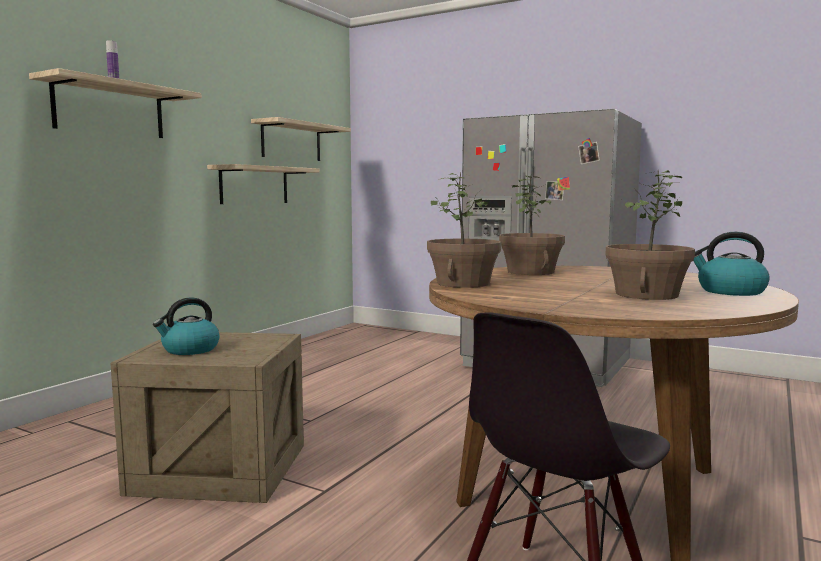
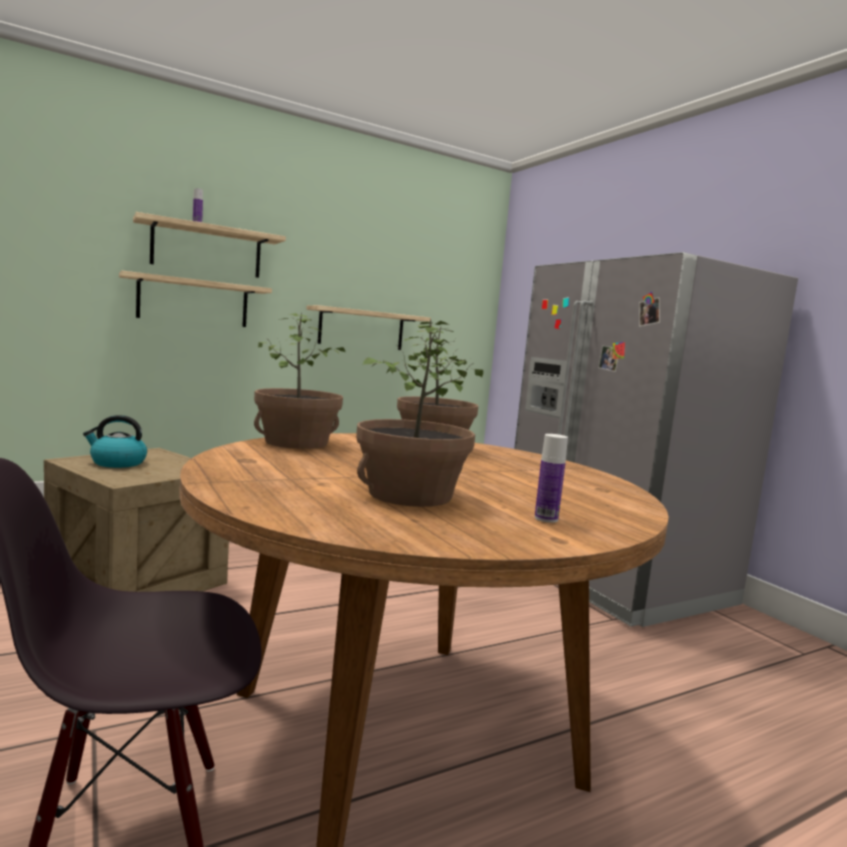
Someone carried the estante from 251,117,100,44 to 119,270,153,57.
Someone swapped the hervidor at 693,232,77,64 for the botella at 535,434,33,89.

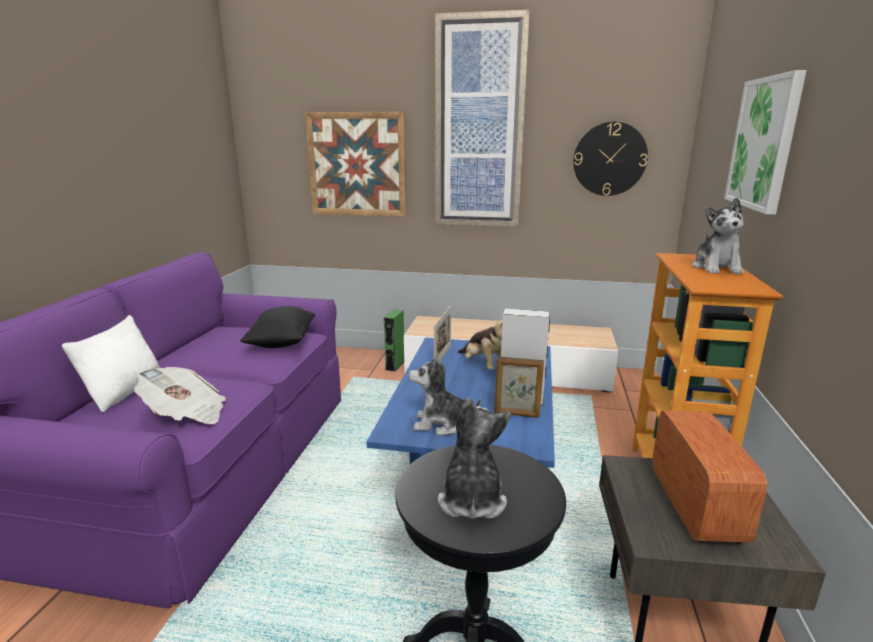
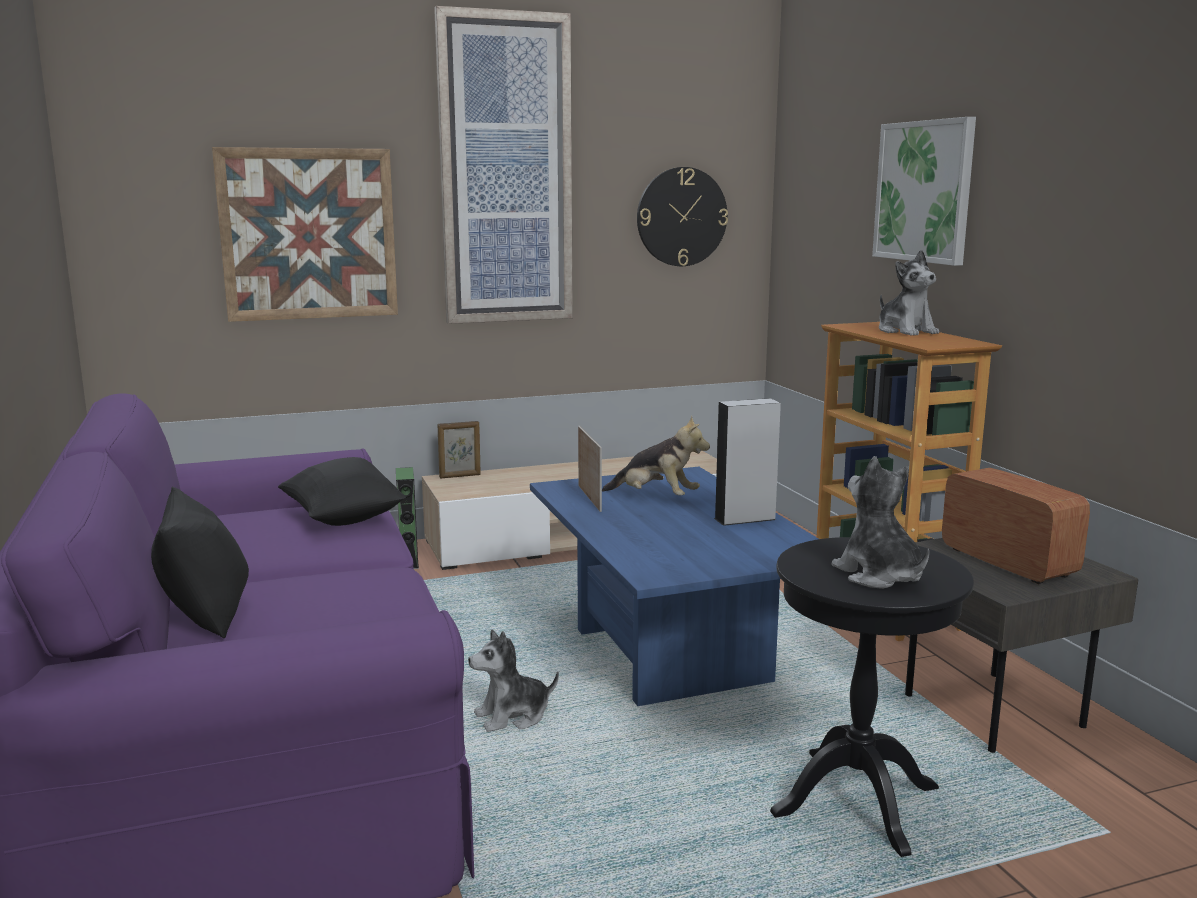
Someone took away the periódico at 134,367,92,57.
Someone carried the peluche from 409,355,72,81 to 468,629,91,103.
Someone carried the portarretratos from 494,356,50,62 to 437,421,44,58.
Someone repainted the cojín (blanco) at 62,315,98,97, which became the cojín (negro) at 151,487,98,151.

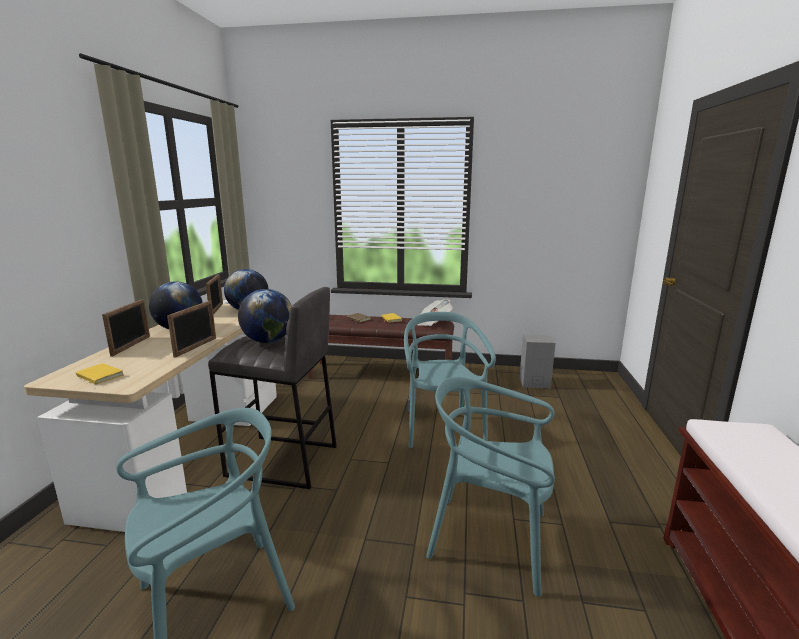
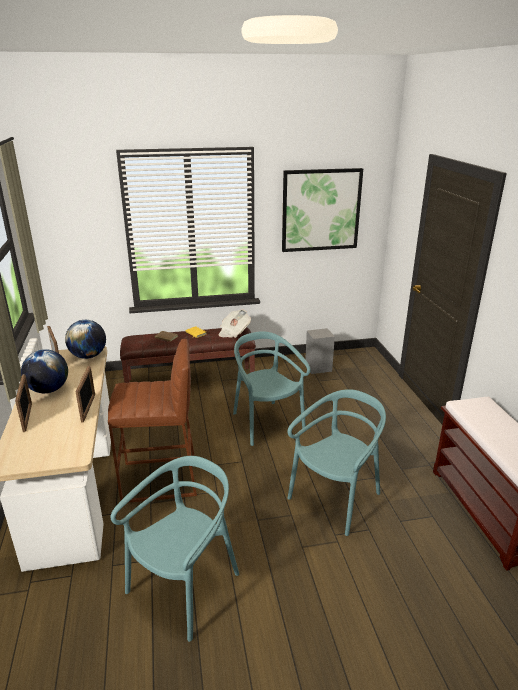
Someone took away the libro (amarillo) at 75,363,49,22.
Someone took away the globo terráqueo at 238,289,54,54.
Someone put up the cuadro at 282,168,81,84.
Someone repainted the taburete (gris) at 208,287,129,202, which became the taburete (marrón) at 108,339,89,164.
Someone rotated the silla (turquesa) at 426,377,129,220 by 135 degrees clockwise.

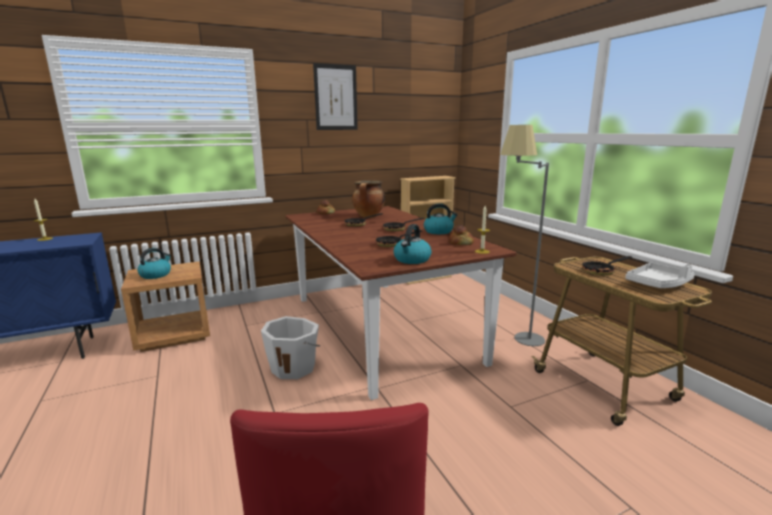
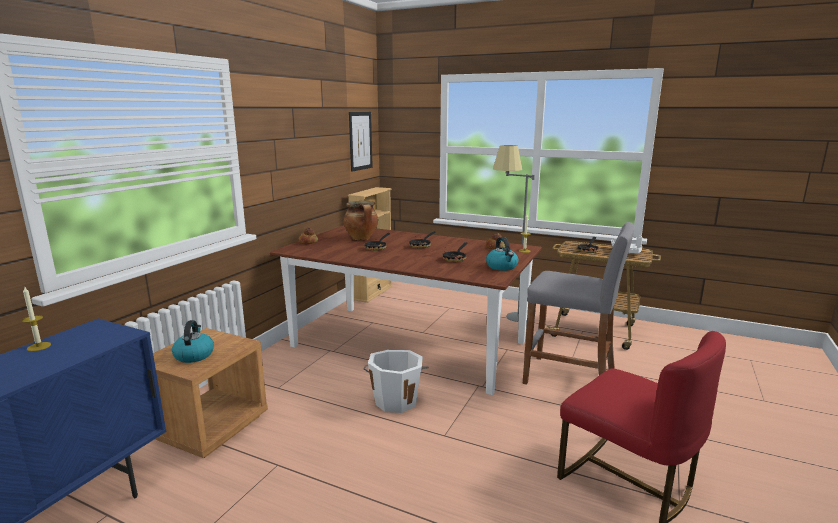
Someone took away the hervidor at 424,203,34,31.
Someone put down the taburete (gris) at 523,222,111,163.
Someone carried the cuadro from 313,63,45,67 to 349,112,24,60.

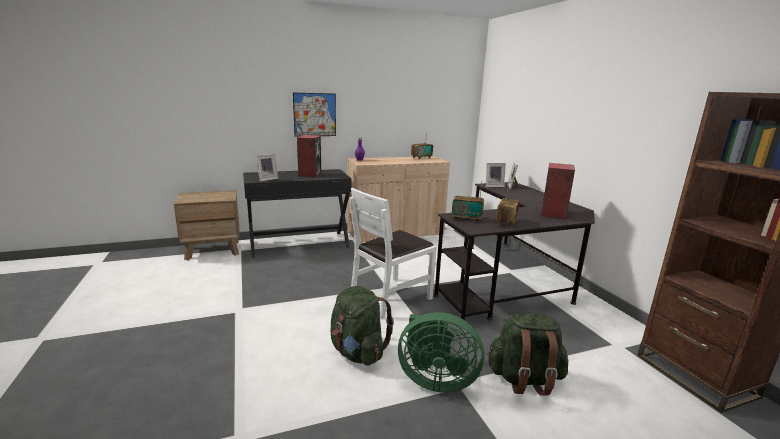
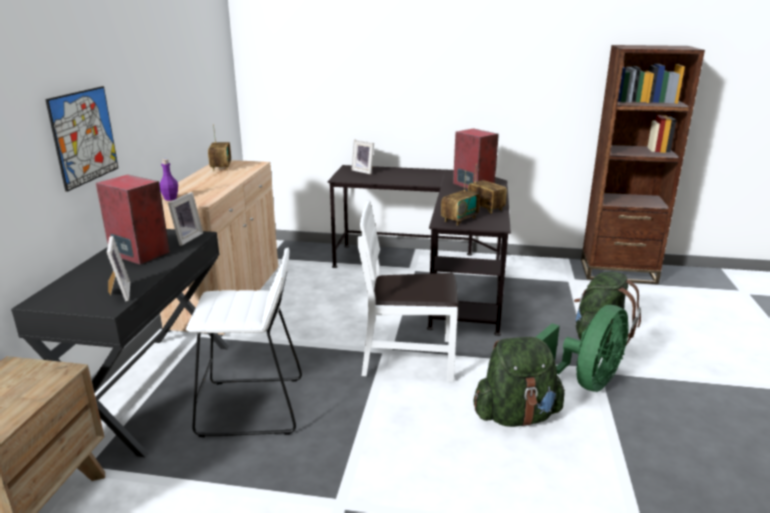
Someone put down the taburete (blanco) at 186,248,116,189.
Someone carried the portarretratos from 486,163,20,24 to 168,192,35,54.
Someone rotated the silla (blanco) at 349,188,87,131 by 105 degrees clockwise.

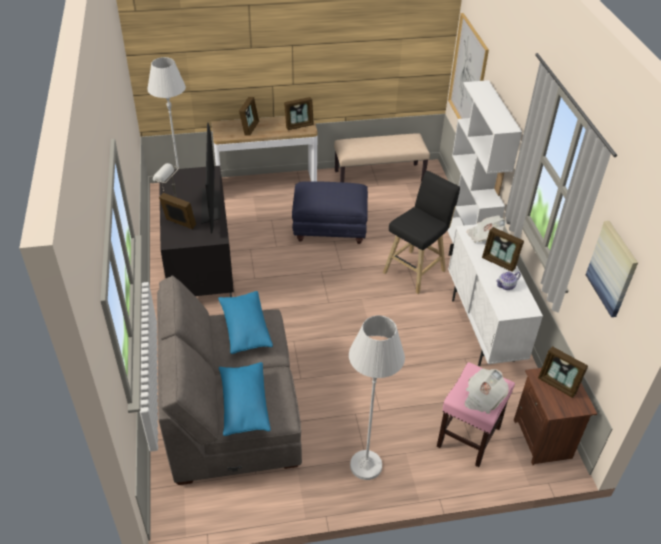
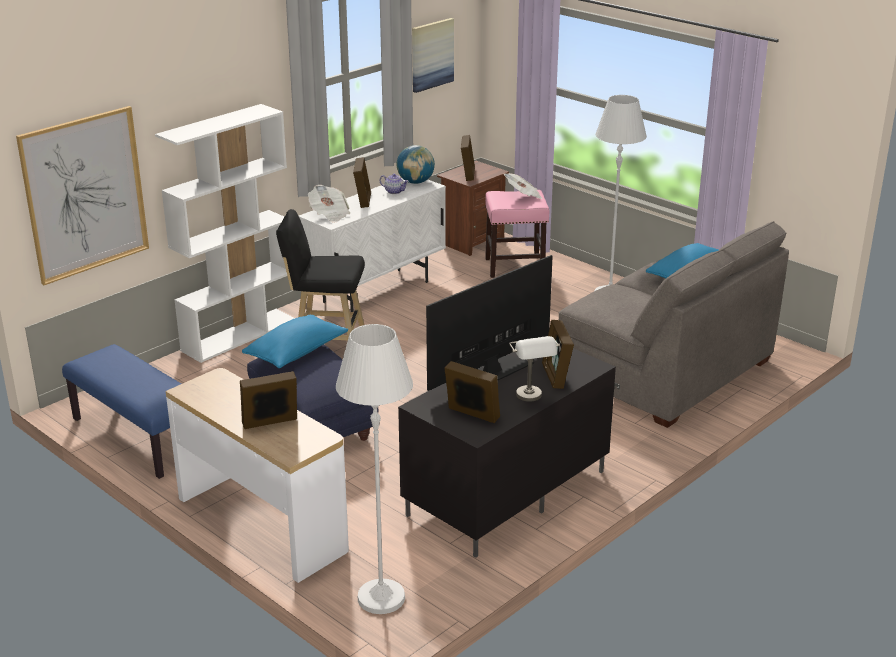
Someone put down the globo terráqueo at 396,145,39,39.
Someone carried the cojín (azul) from 218,291,55,63 to 242,315,106,53.
Someone carried the portarretratos from 284,97,30,33 to 444,361,56,62.
Someone repainted the banco (beis) at 334,133,96,49, which became the banco (azul) at 62,344,119,135.

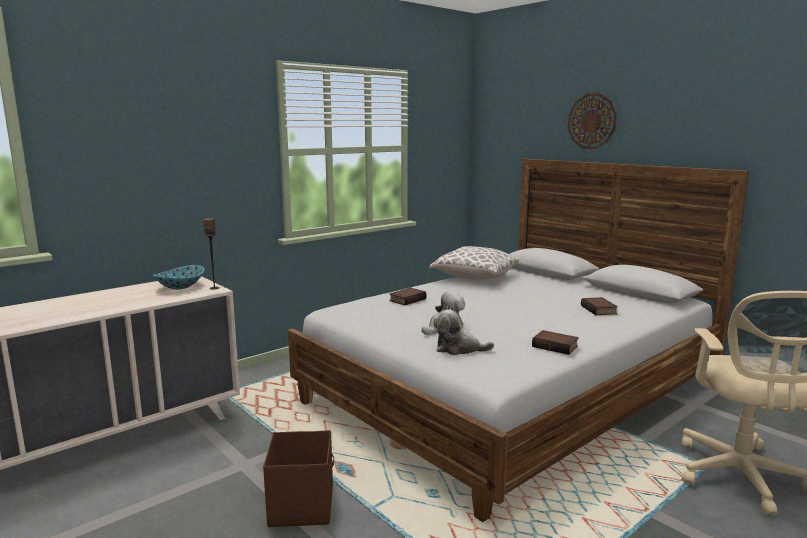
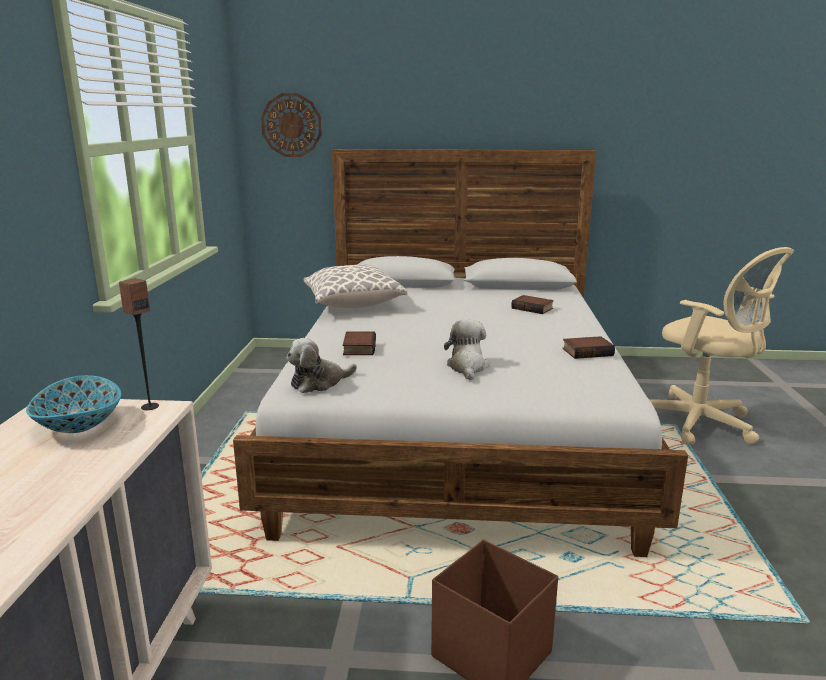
Someone carried the peluche from 433,309,61,46 to 286,338,71,55.
Someone carried the reloj de pared from 568,93,49,56 to 261,93,61,64.

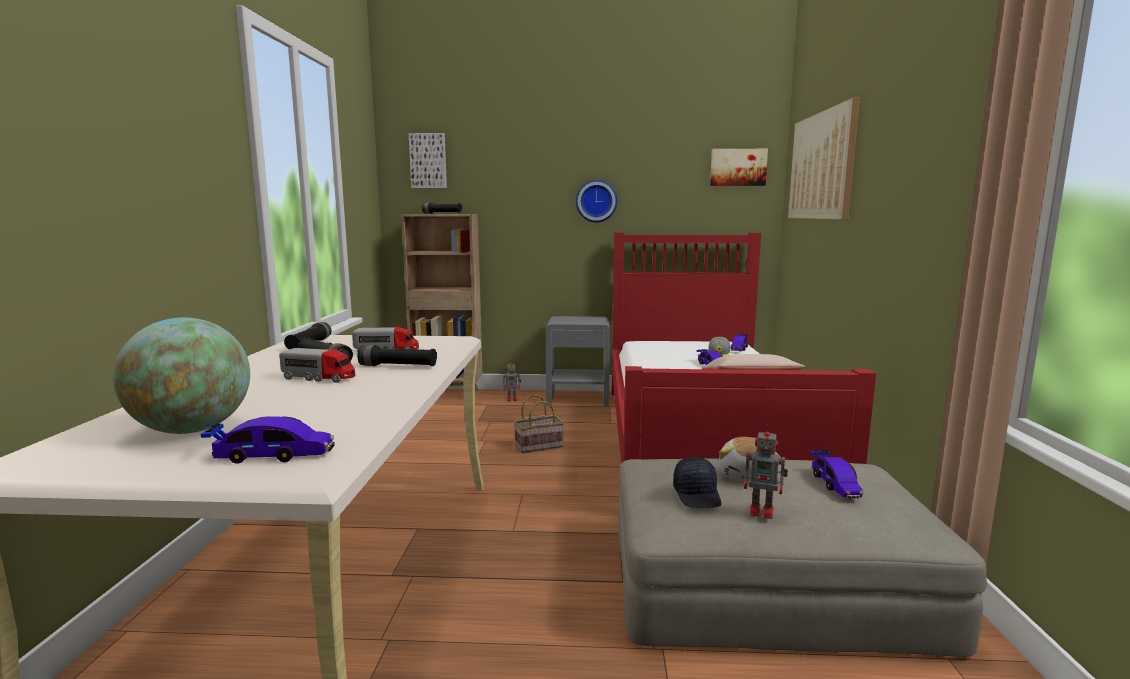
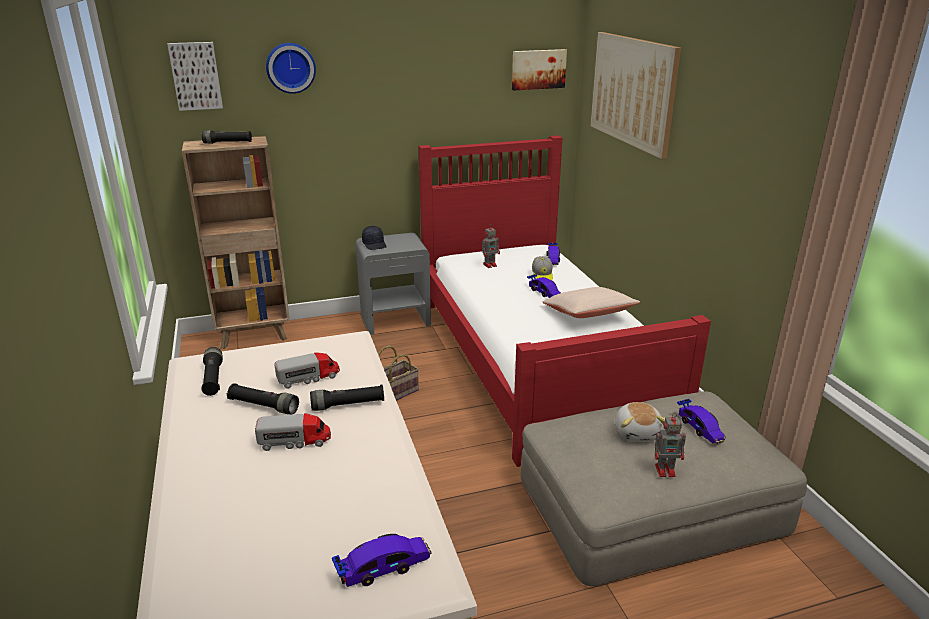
Someone took away the globo terráqueo at 113,317,137,117.
Someone carried the robot de juguete from 503,360,18,41 to 482,225,18,43.
Someone carried the reloj de pared from 576,180,41,42 to 266,43,50,51.
Someone carried the gorra (negro) from 673,457,48,51 to 362,226,25,24.

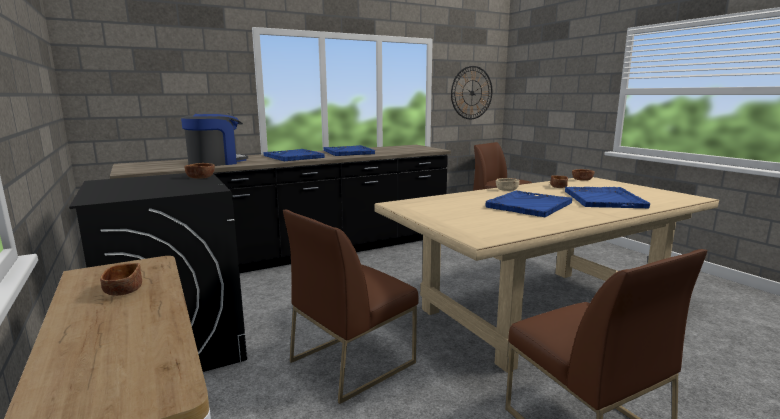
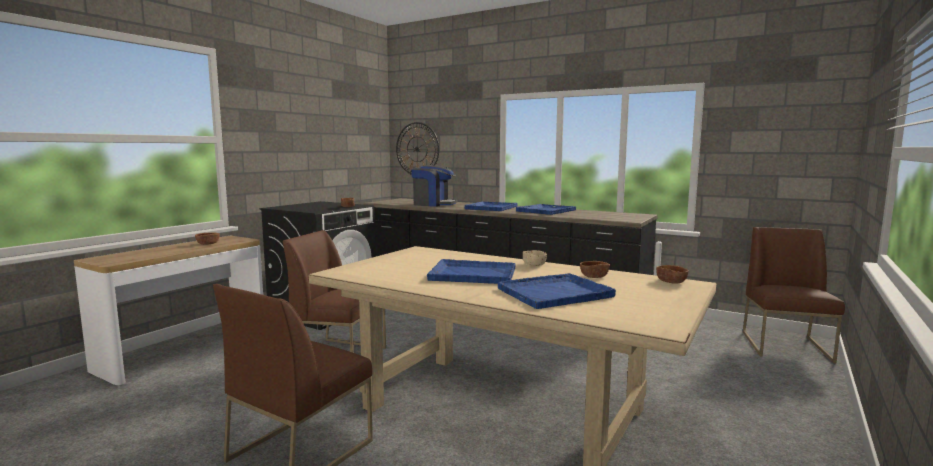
Someone carried the reloj de pared from 451,66,41,53 to 396,122,43,53.

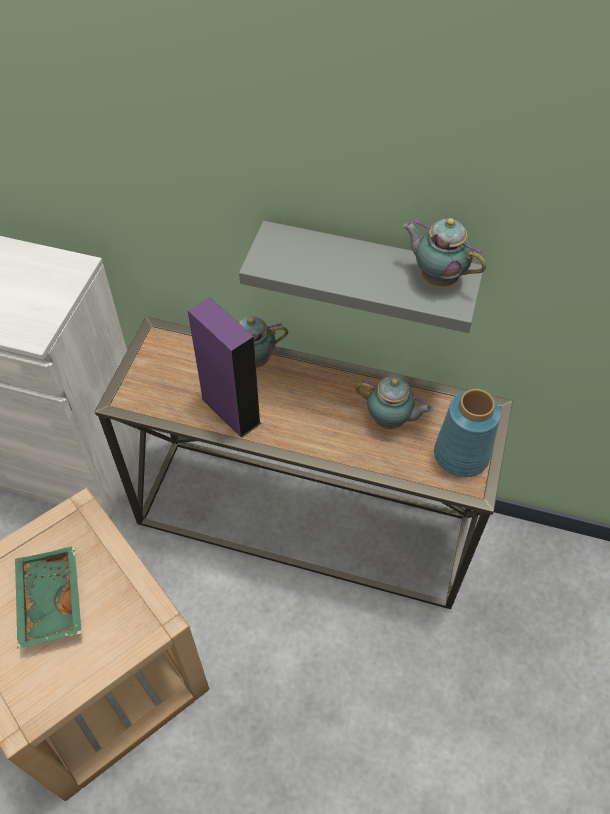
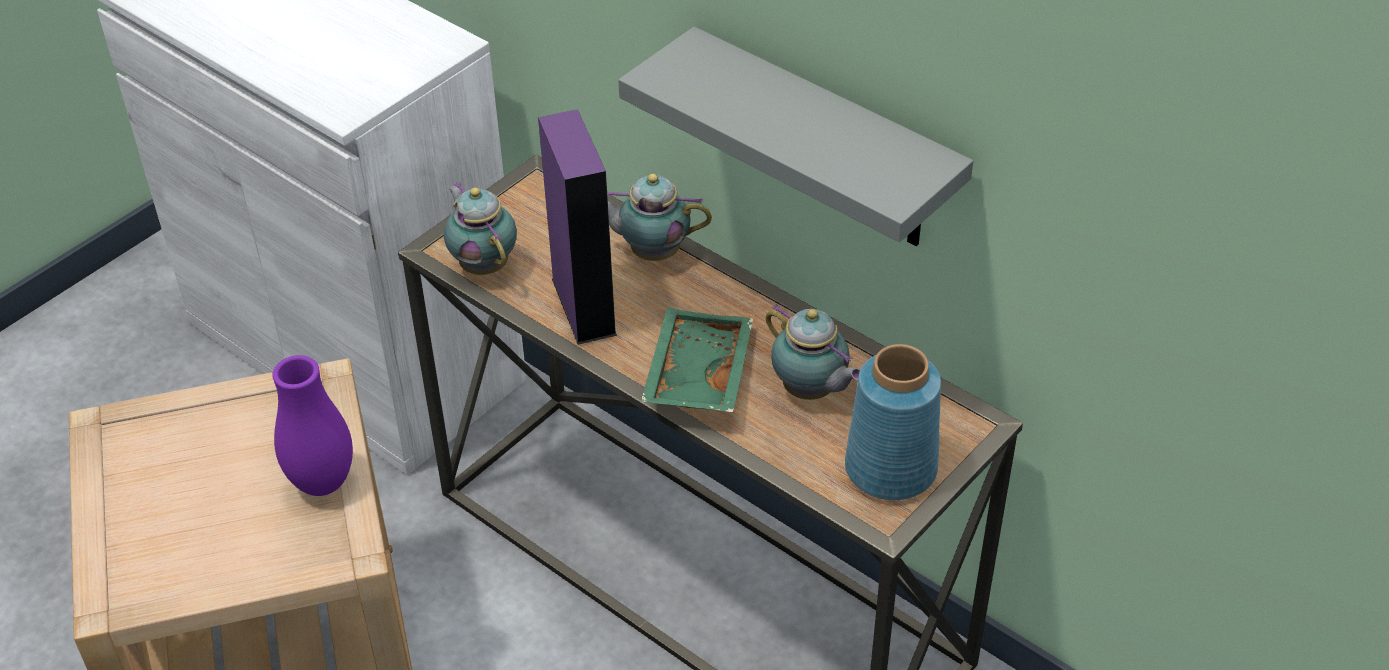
Someone put down the florero (morado) at 272,355,81,141.
Someone carried the bandeja (verde) from 15,546,67,103 to 641,308,112,104.
Someone carried the tetera from 403,218,83,68 to 444,182,73,93.

